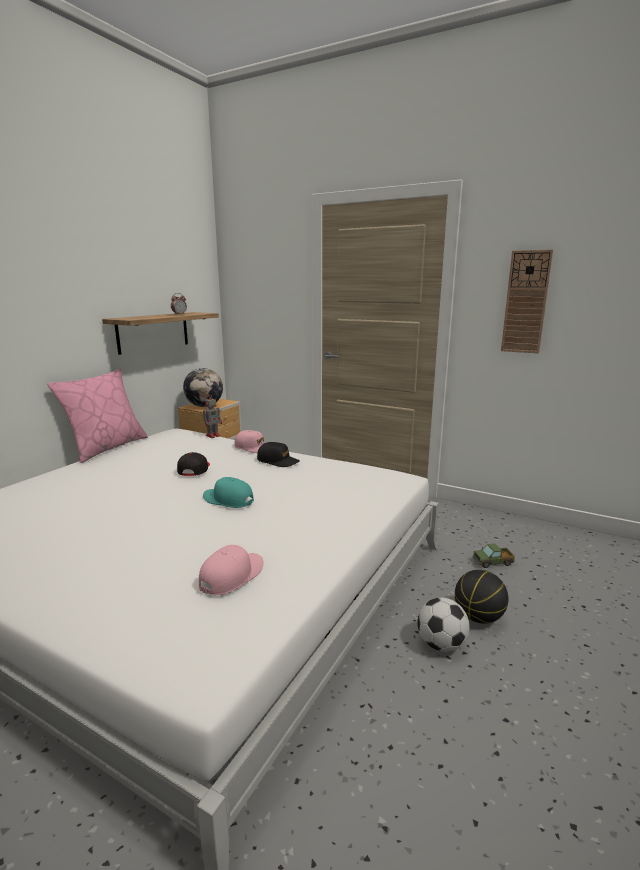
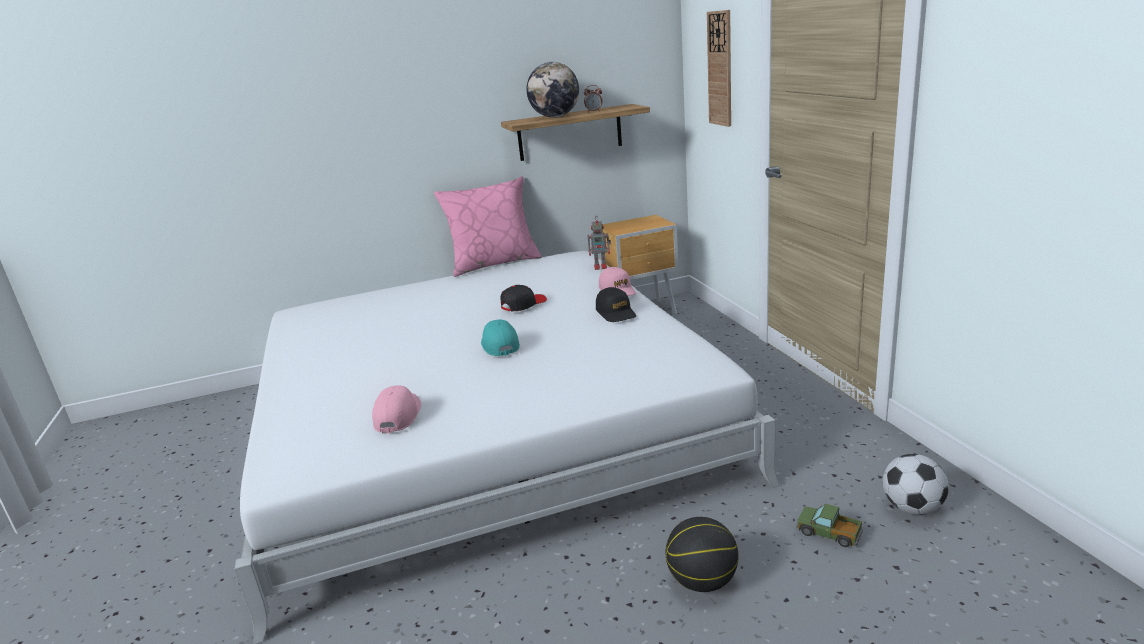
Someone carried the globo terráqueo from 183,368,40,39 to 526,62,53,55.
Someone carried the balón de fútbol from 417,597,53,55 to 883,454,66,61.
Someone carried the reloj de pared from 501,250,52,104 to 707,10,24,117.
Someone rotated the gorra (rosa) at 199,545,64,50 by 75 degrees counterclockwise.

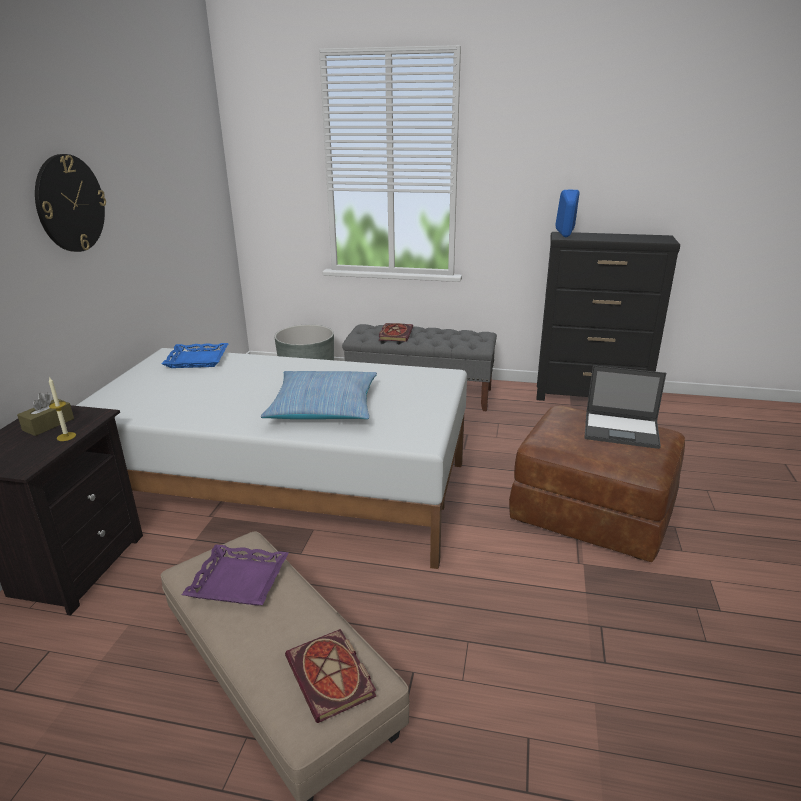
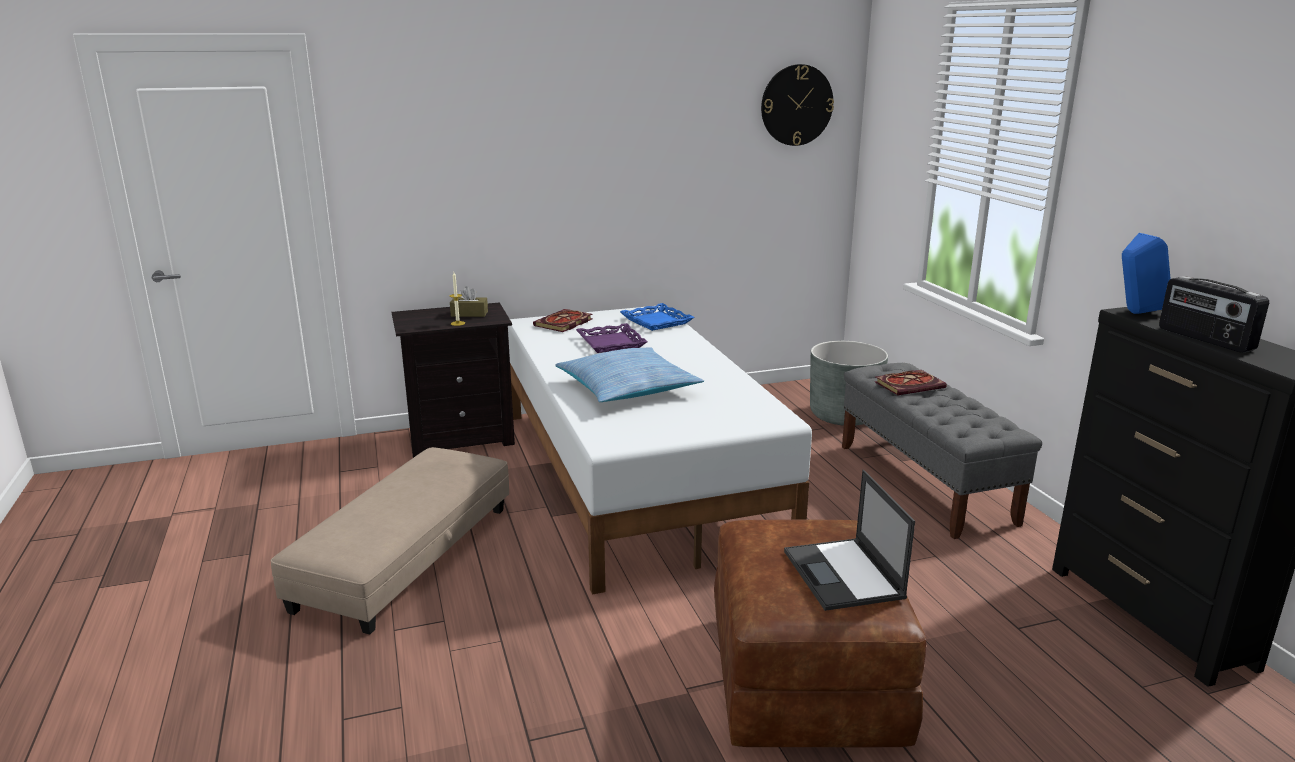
Someone put down the radio at 1159,276,110,77.
Someone carried the reloj de pared from 35,154,71,98 to 761,64,73,82.
Someone carried the bandeja (morado) from 182,544,107,62 to 576,323,72,30.
Someone carried the libro from 285,629,91,94 to 533,309,60,23.

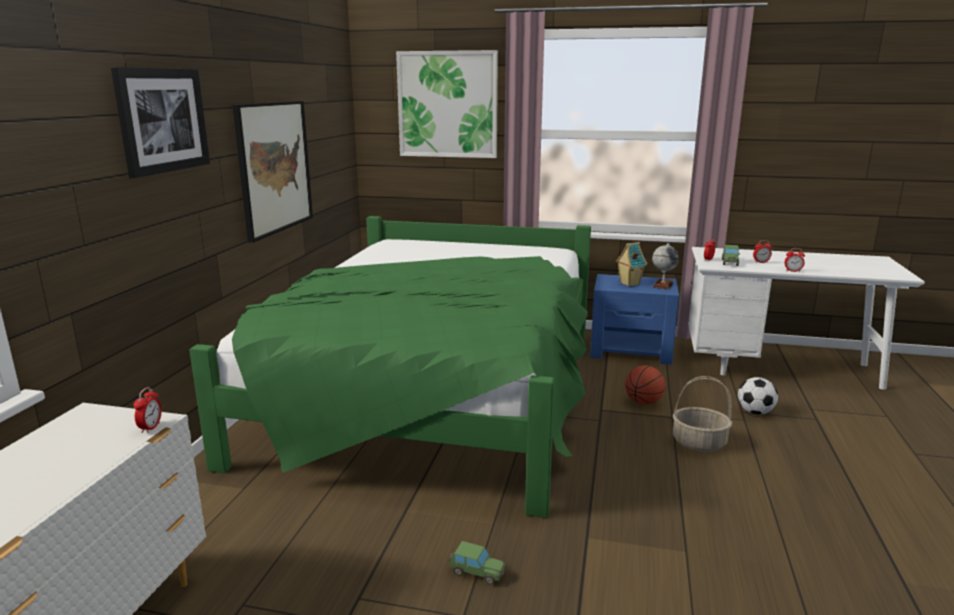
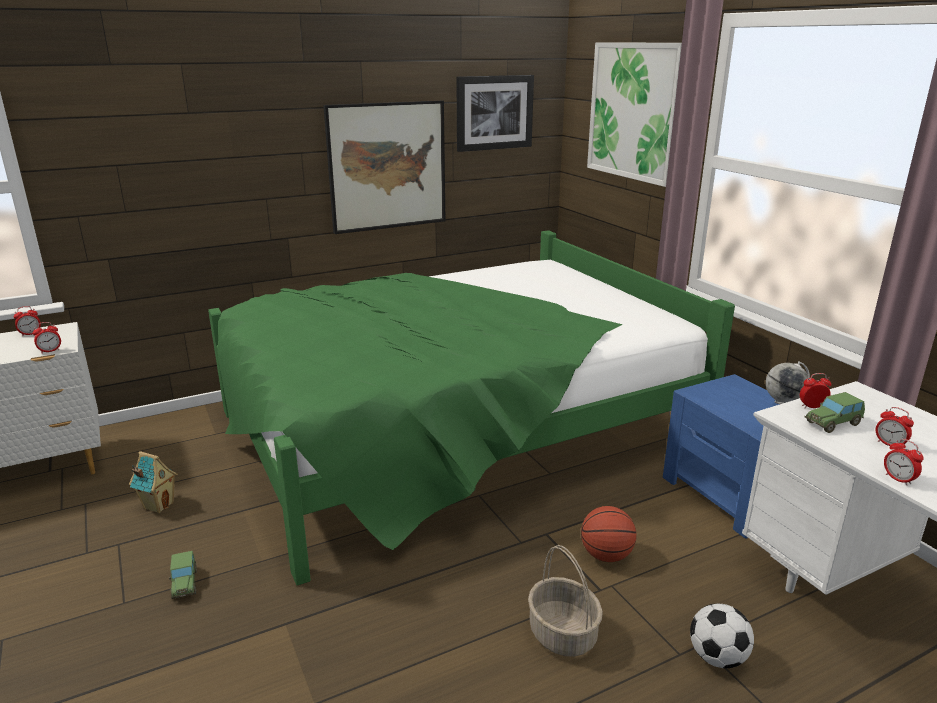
Someone put down the despertador at 14,306,27,30.
Someone carried the cuadro from 111,67,99,111 to 456,75,78,77.
Someone carried the casita from 616,242,31,44 to 129,451,48,63.

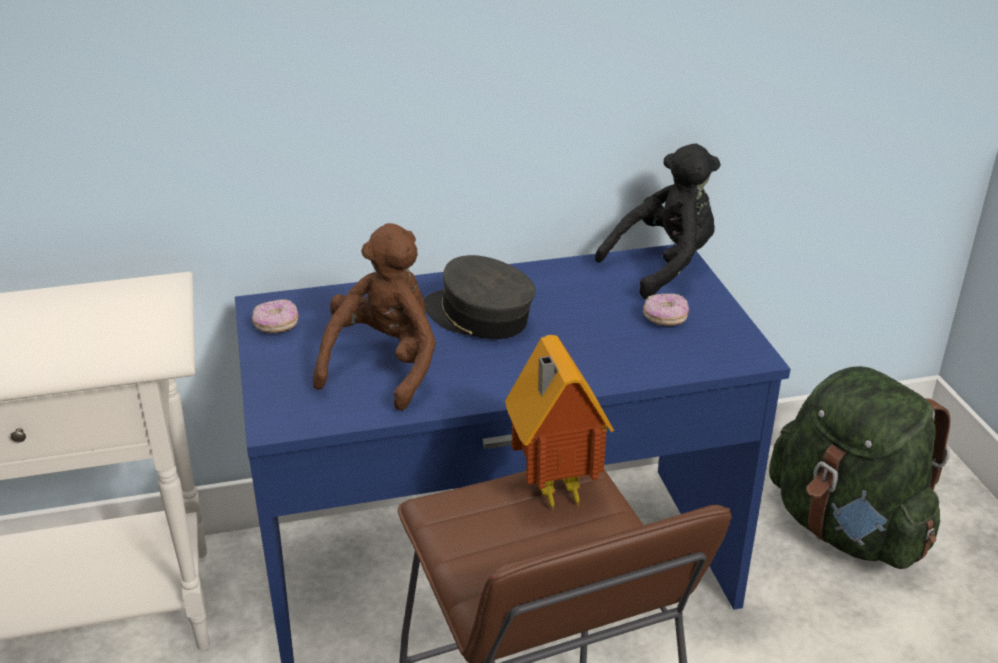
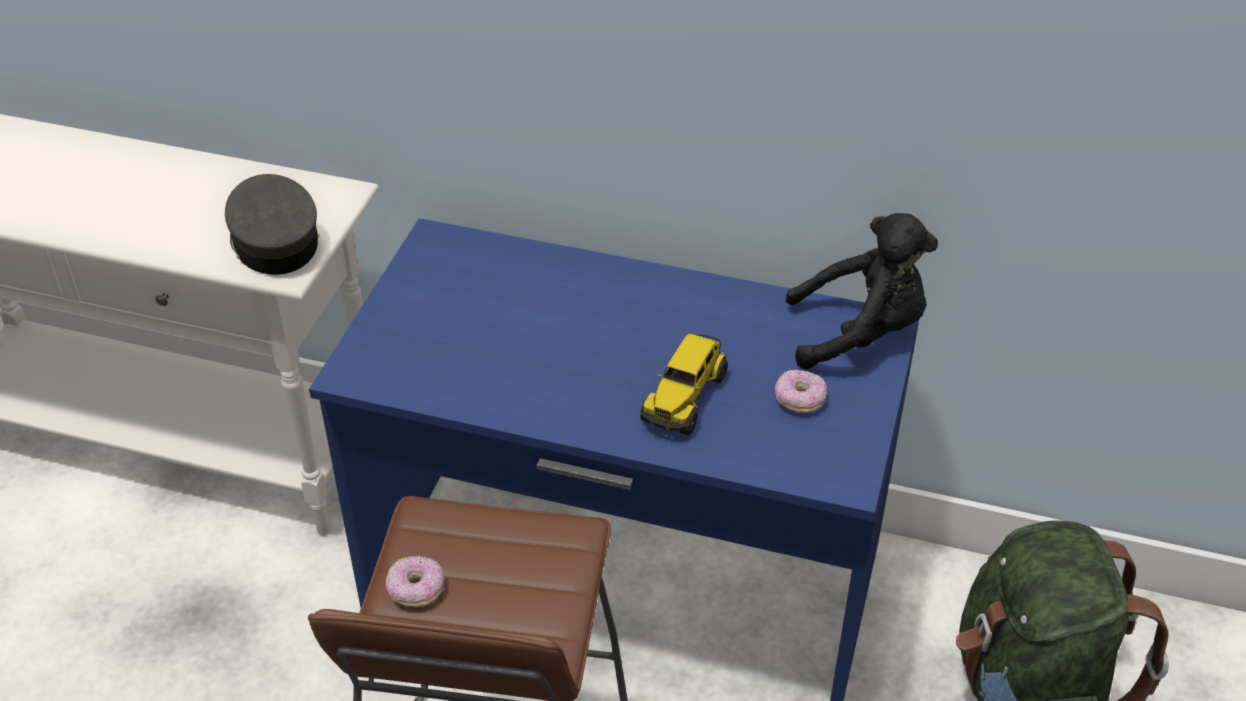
Someone took away the peluche (marrón) at 313,223,123,188.
Someone took away the casita at 505,335,109,177.
Someone put down the camión de juguete at 640,334,88,101.
Someone carried the rosquilla from 252,299,47,34 to 386,556,58,51.
Someone carried the gorra (gris) from 424,255,112,84 to 225,174,95,101.

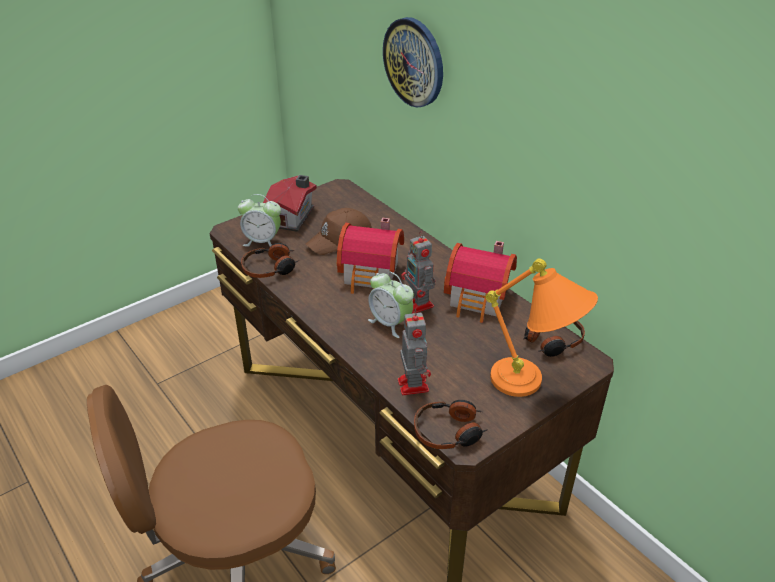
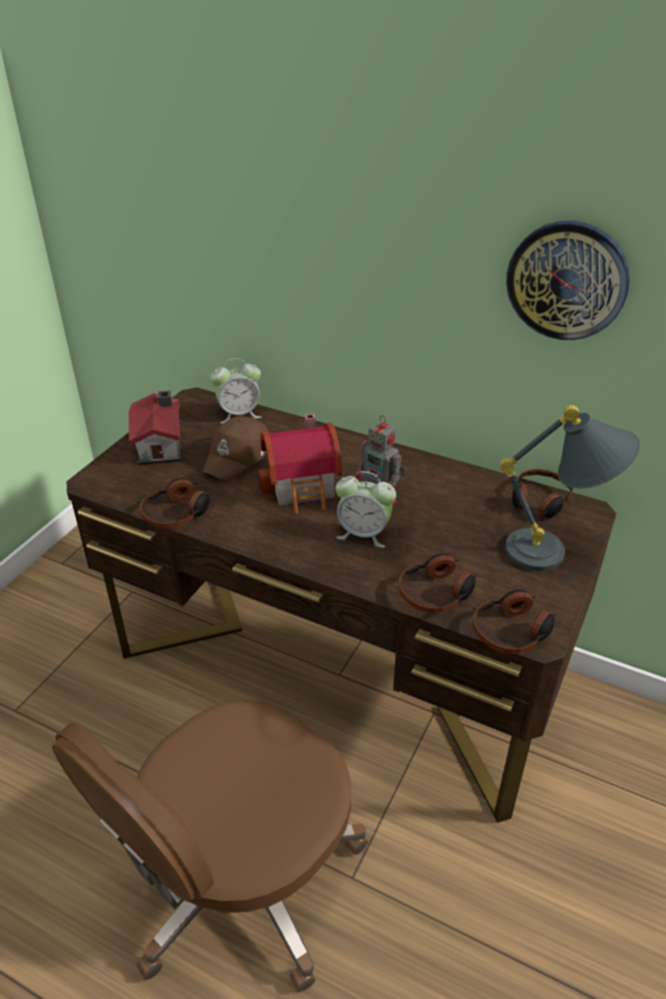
Someone took away the casita at 444,241,73,82.
Someone carried the despertador from 238,194,43,53 to 210,358,51,66.
Someone carried the reloj de pared from 383,17,60,90 to 506,221,124,119.
Someone swapped the robot de juguete at 398,308,33,87 for the auriculares at 398,553,79,60.
Someone repainted the lámpara de mesa (naranja) at 485,258,113,139, which became the lámpara de mesa (gris) at 500,405,140,166.

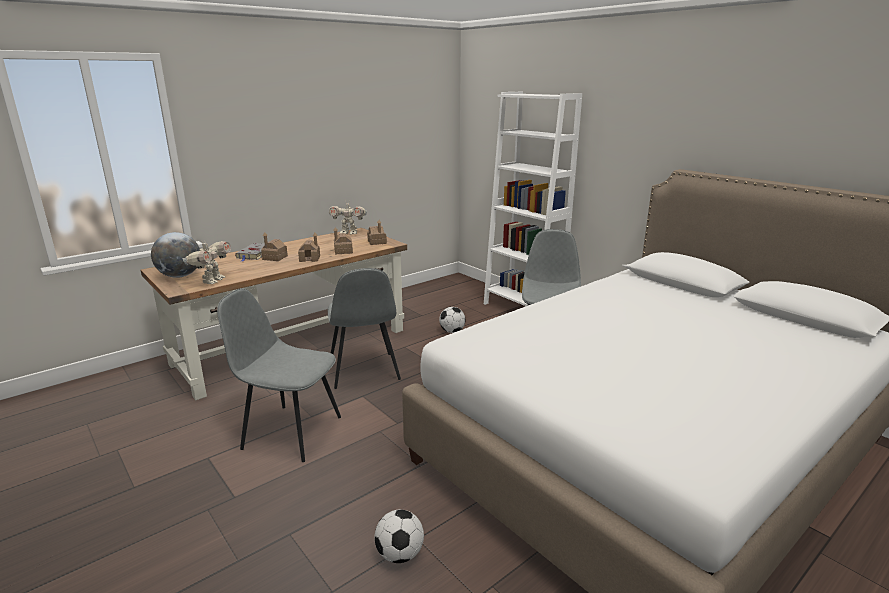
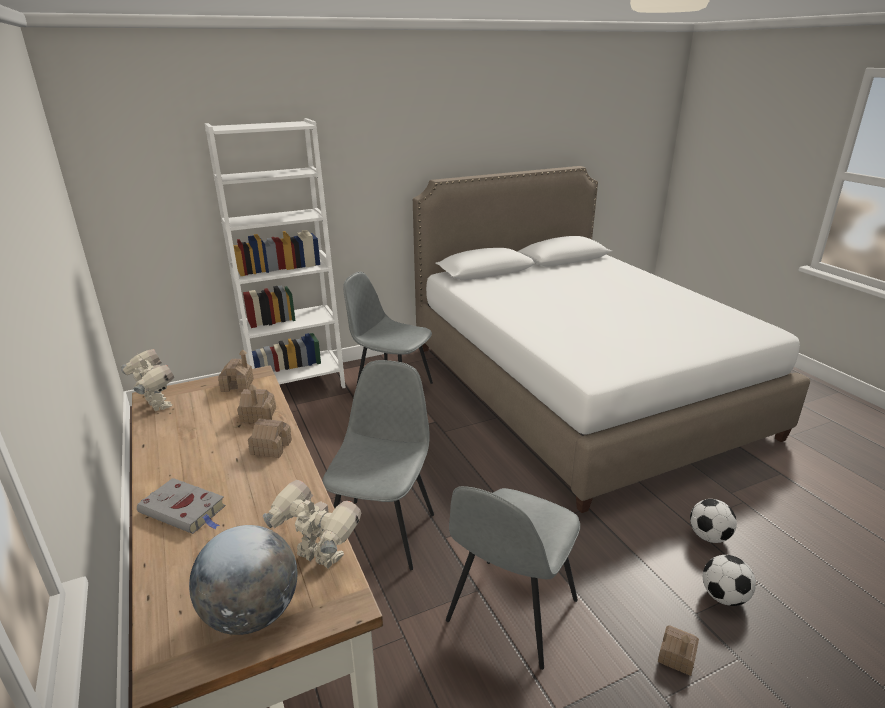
Someone carried the casita from 261,232,27,29 to 658,625,41,51.
Someone carried the balón de fútbol from 439,307,26,26 to 703,555,53,51.
Someone rotated the silla (gris) at 328,268,73,121 by 75 degrees counterclockwise.
Someone rotated the robot de juguete at 329,203,38,31 by 60 degrees counterclockwise.

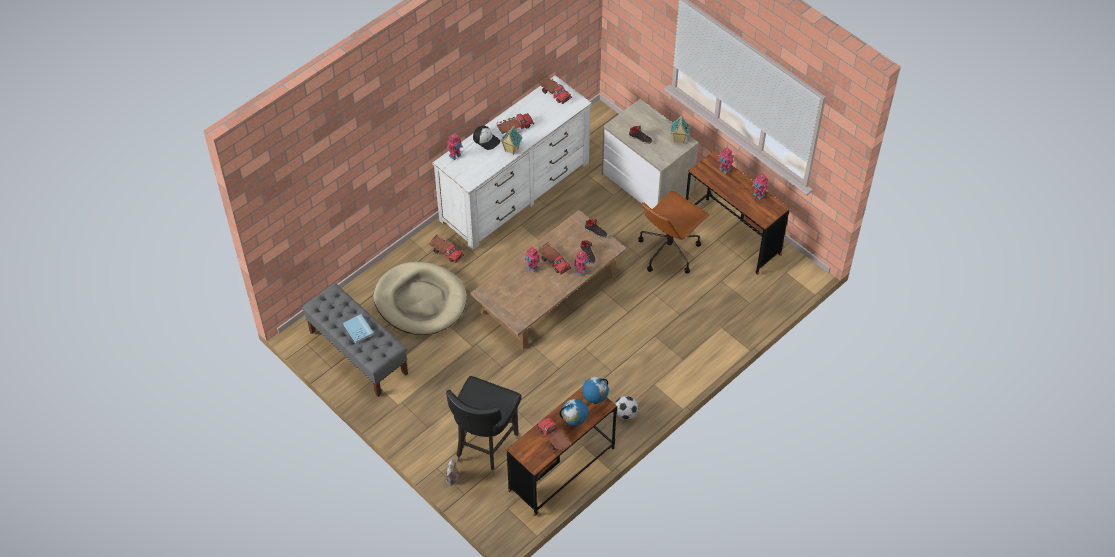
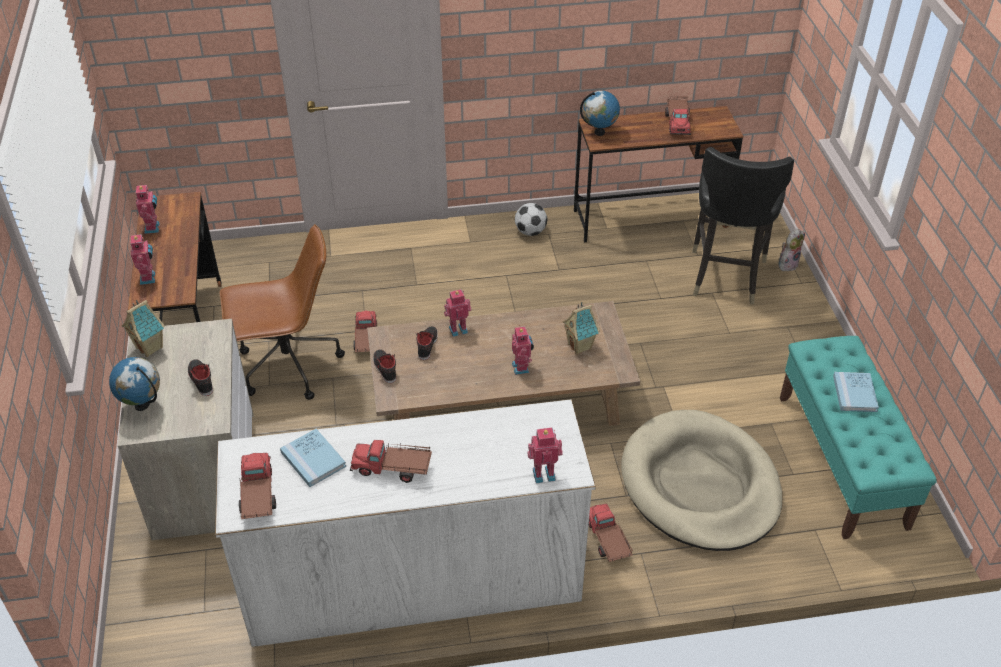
Someone took away the gorra at 473,126,27,24.
Someone put down the libro (azul) at 280,429,66,58.
Someone carried the casita from 500,126,22,29 to 563,302,37,52.
Someone carried the camión de juguete from 538,242,33,33 to 353,310,24,42.
Someone carried the globo terráqueo from 560,399,28,27 to 109,357,51,54.
Someone repainted the banco (gris) at 302,283,106,114, which became the banco (turquesa) at 780,336,157,203.
Someone rotated the silla (negro) at 446,376,75,99 by 135 degrees clockwise.

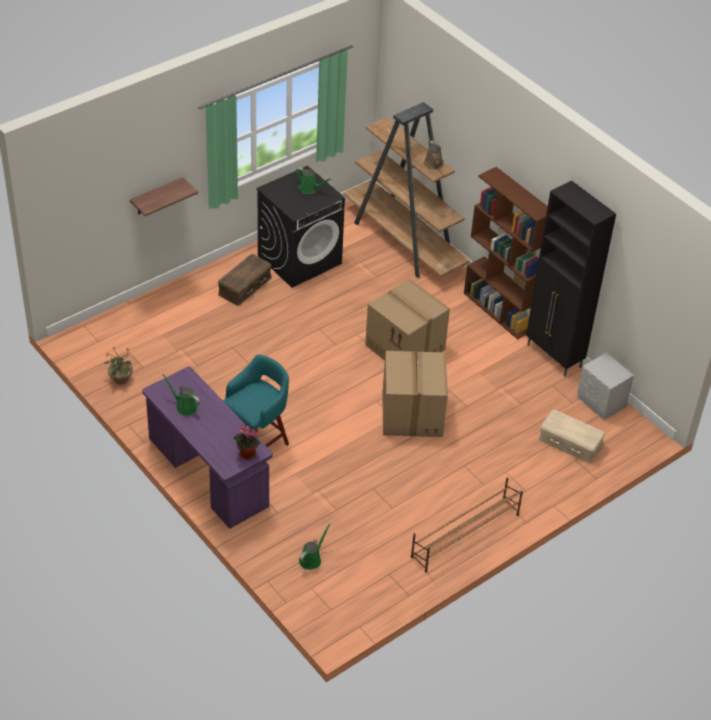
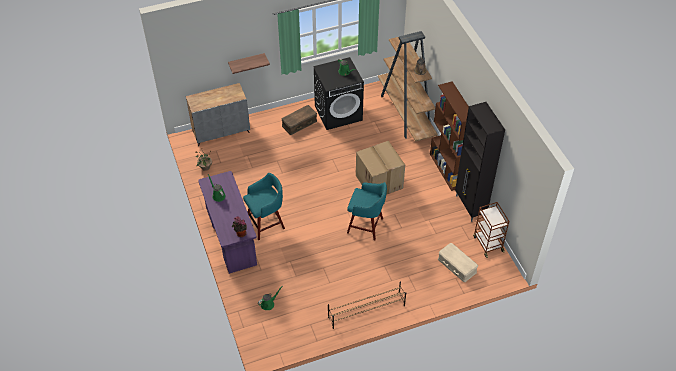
Someone put down the armario (gris) at 186,83,64,63.
Someone swapped the caja de cartón at 382,351,66,86 for the taburete (turquesa) at 347,182,40,58.
Someone swapped the mesita de noche (gris) at 577,353,57,67 for the carrito (marrón) at 473,202,36,56.

